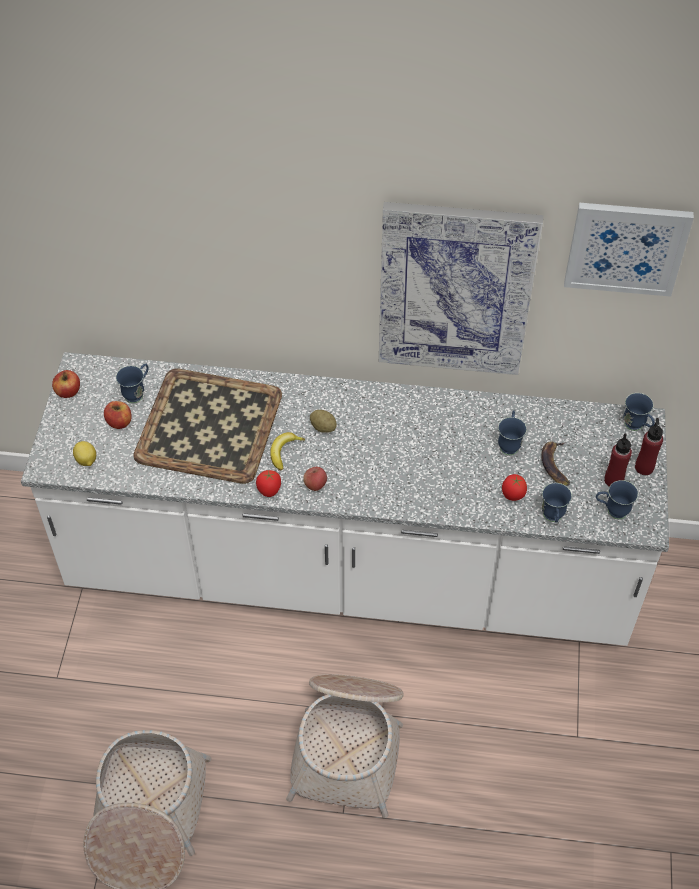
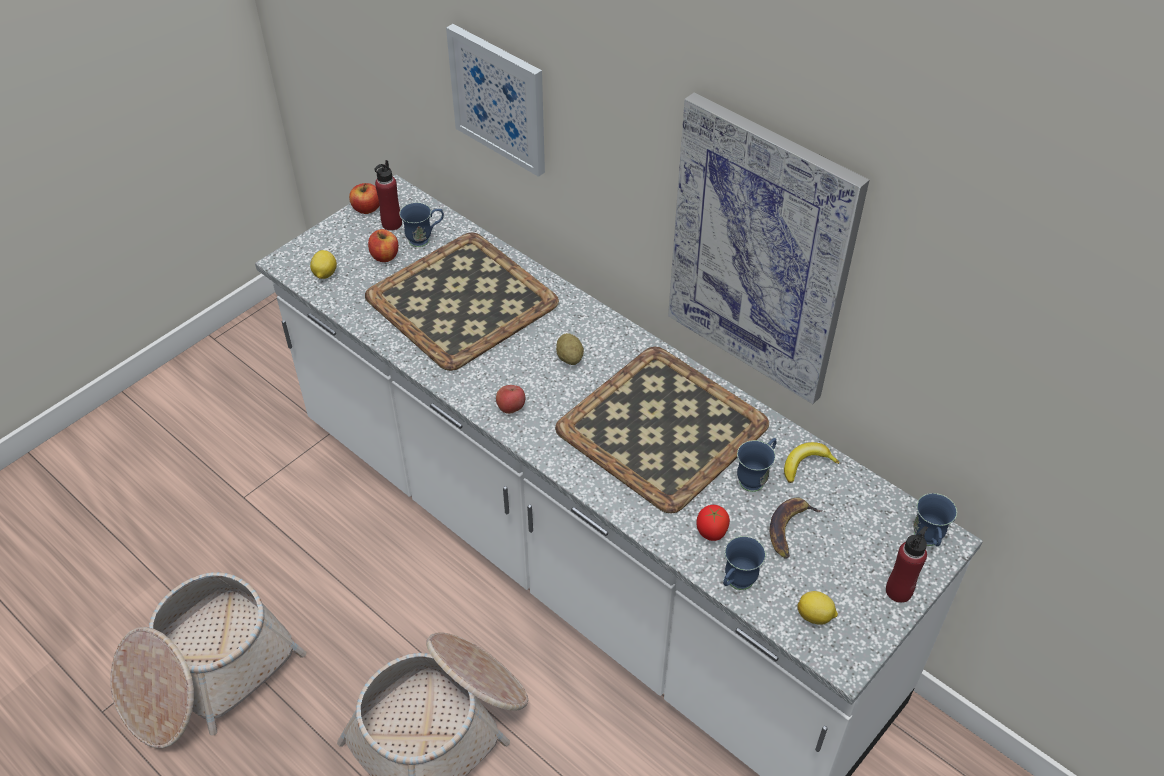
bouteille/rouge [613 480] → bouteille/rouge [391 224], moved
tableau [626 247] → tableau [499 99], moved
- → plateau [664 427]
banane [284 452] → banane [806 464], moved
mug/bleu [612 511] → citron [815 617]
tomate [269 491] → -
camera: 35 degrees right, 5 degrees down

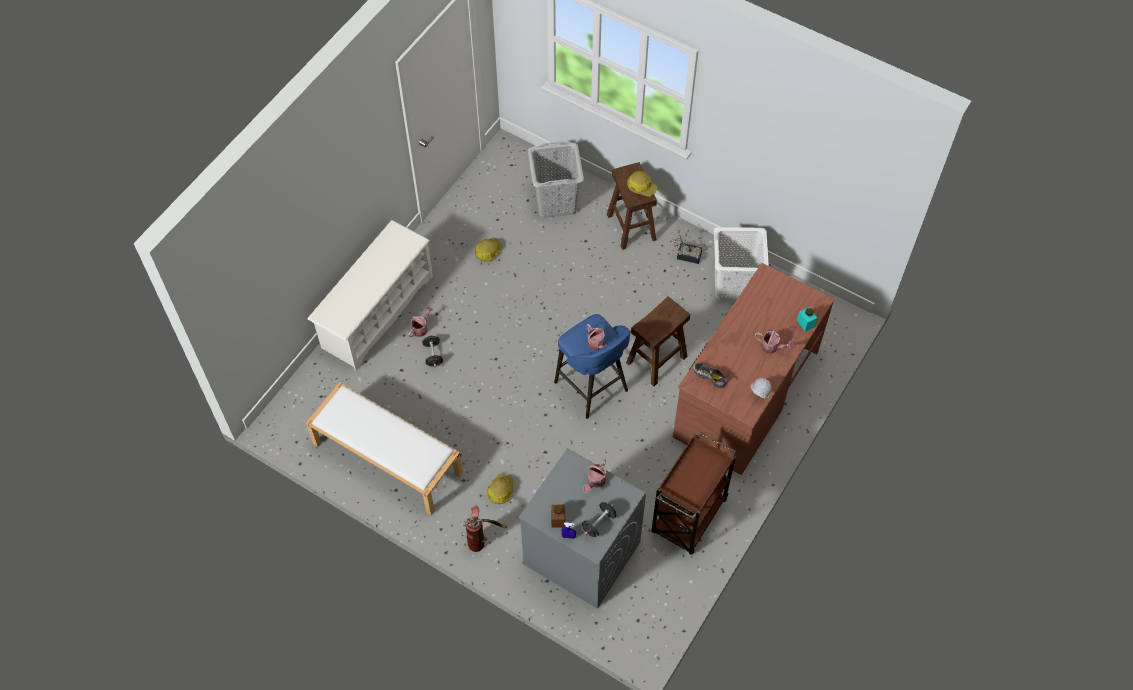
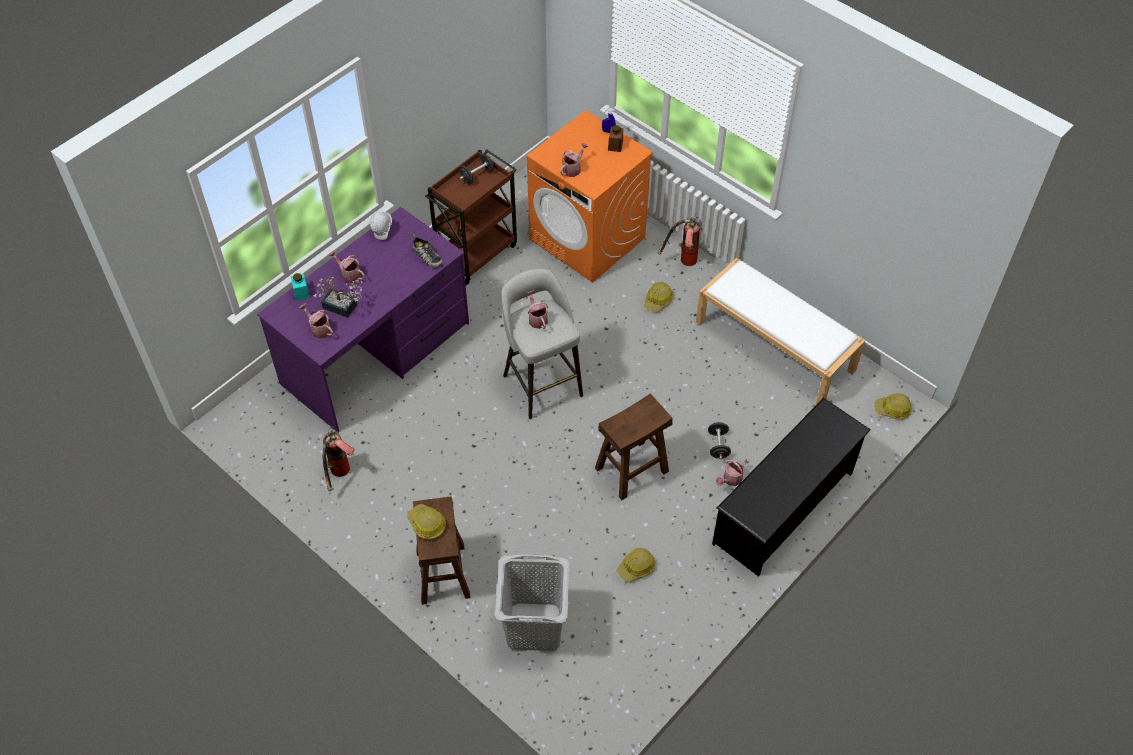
bureau/marron [745 394] → bureau/violet [377 353]
- → arrosoir [319 329]
plante en pot [686 254] → plante en pot [343 308], moved
panier à linge/blanc [734 285] → extincteur [340 475]
haltère/noir [599 523] → haltère/noir [477 176], moved
tabouret/bleu [592 388] → tabouret/gris [541 383]
lave-linge/gris [581 553] → lave-linge/orange [588 239]
tabouret/marron [656 359] → tabouret/marron [631 470], moved
étagère à chaussures/blanc [377 312] → étagère à chaussures/noir [784 508]
- → casque de chantier [893 409]
camera: 170 degrees left, 5 degrees down

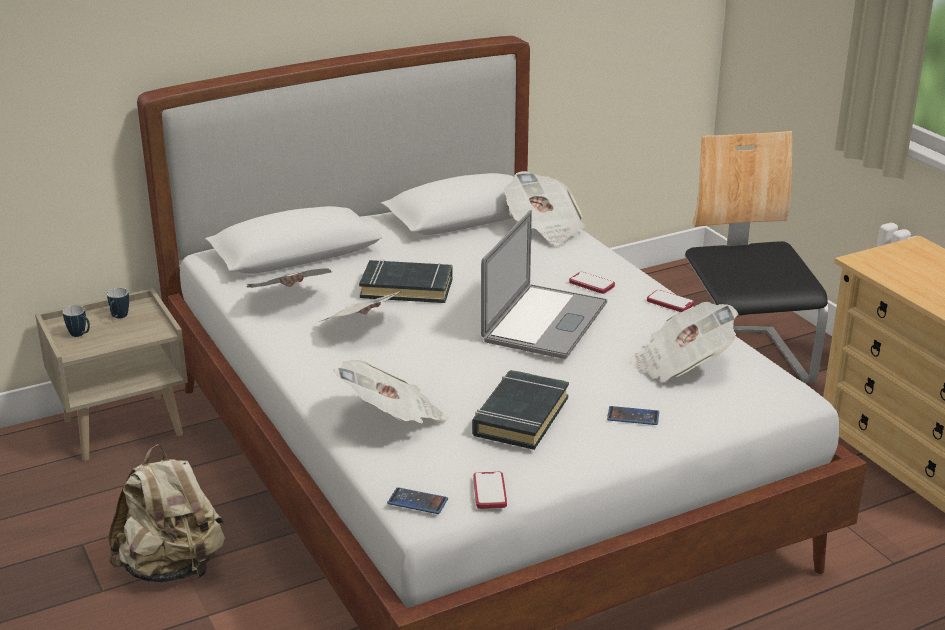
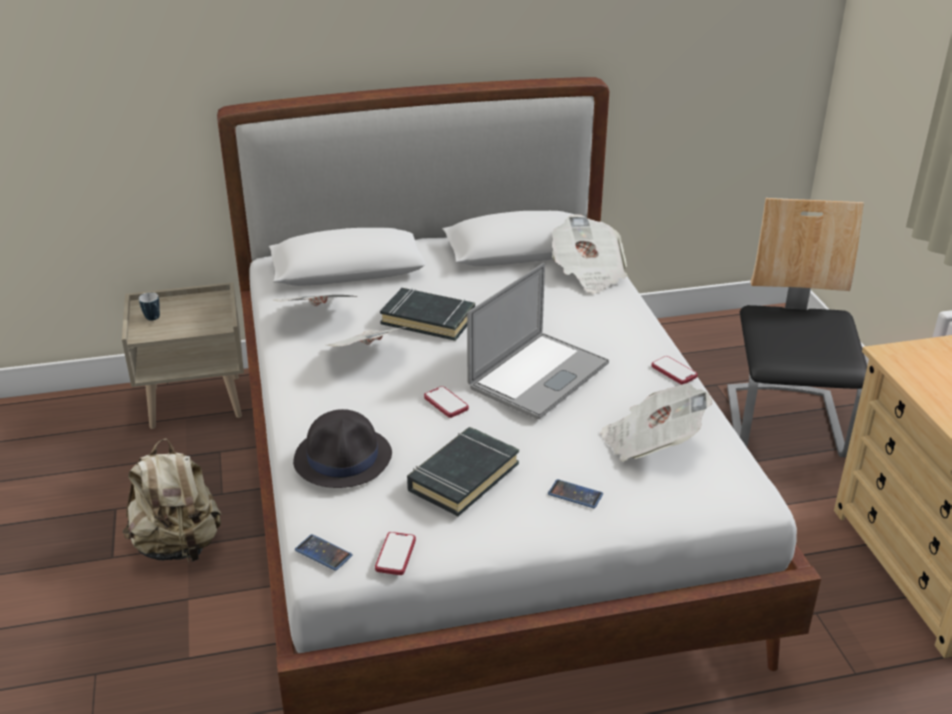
journal [393 418] → chapeau/noir [344 458]
téléphone [591 284] → téléphone [446 403], moved
mug [119 318] → -
camera: 15 degrees right, 5 degrees up

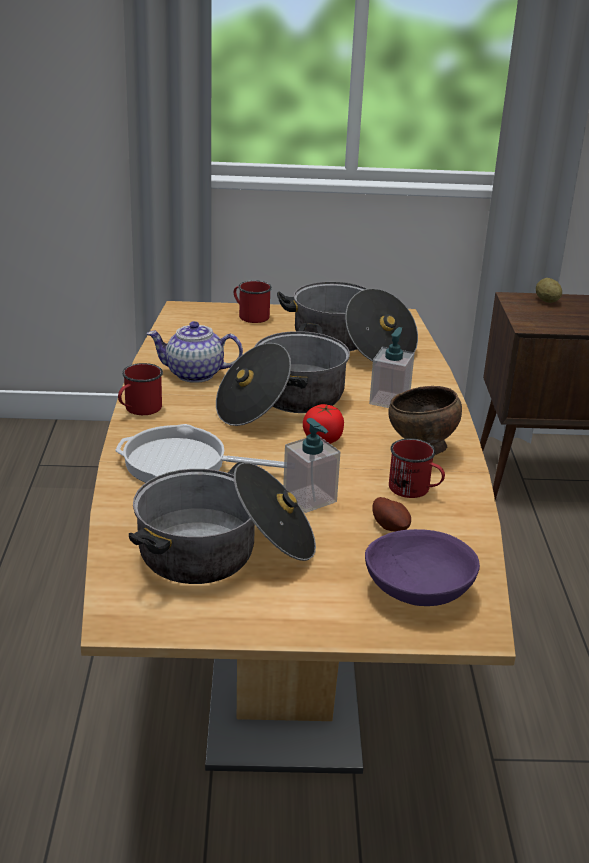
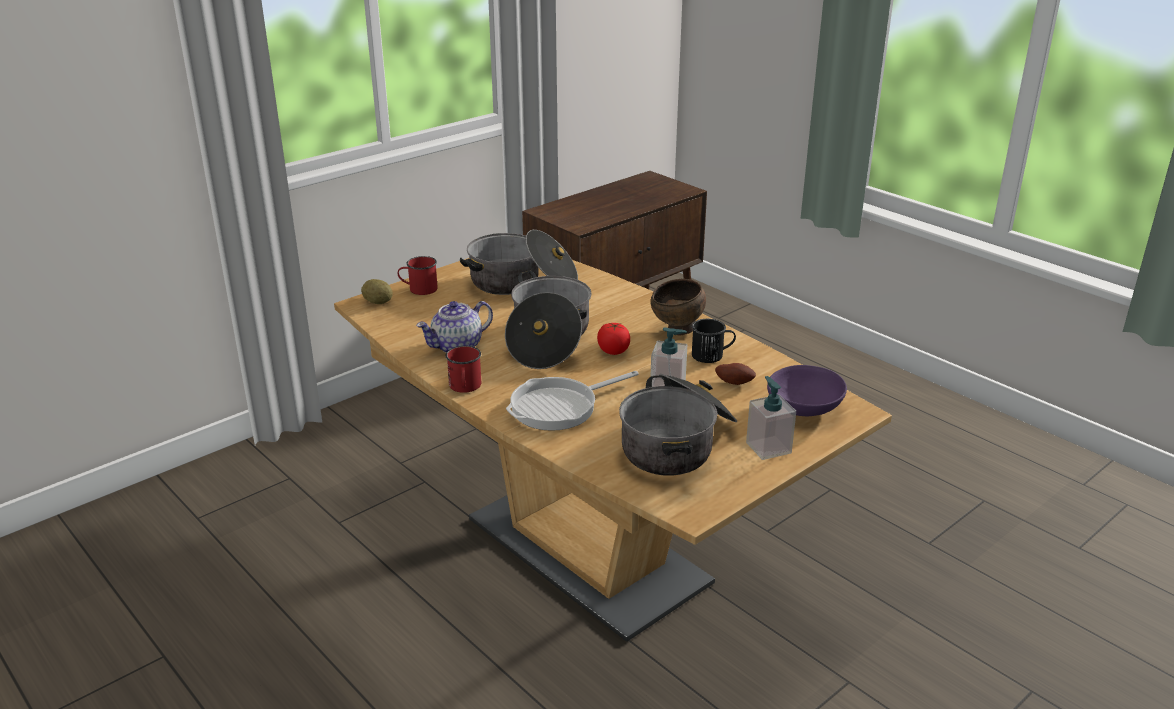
pomme de terre [547 301] → pomme de terre [378 302], moved
mug/rouge [415 490] → mug/noir [712 355]
distributeur de savon [389 400] → distributeur de savon [768 447], moved
camera: 40 degrees left, 0 degrees up

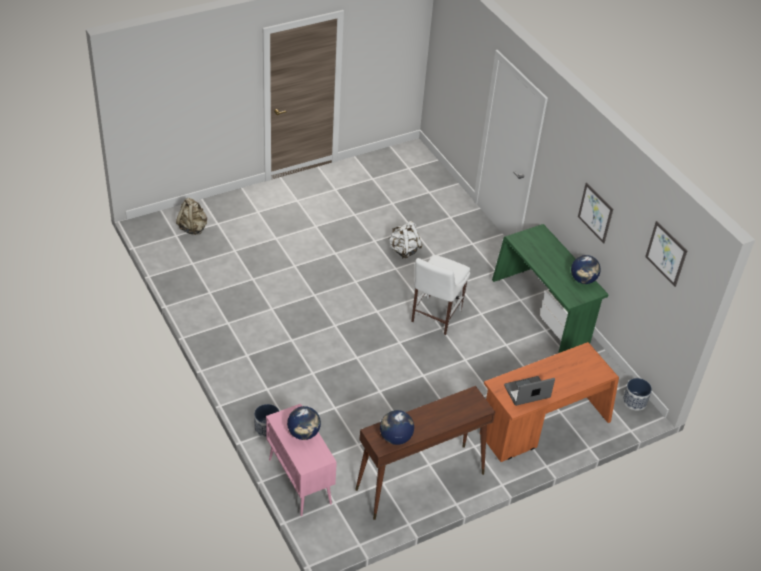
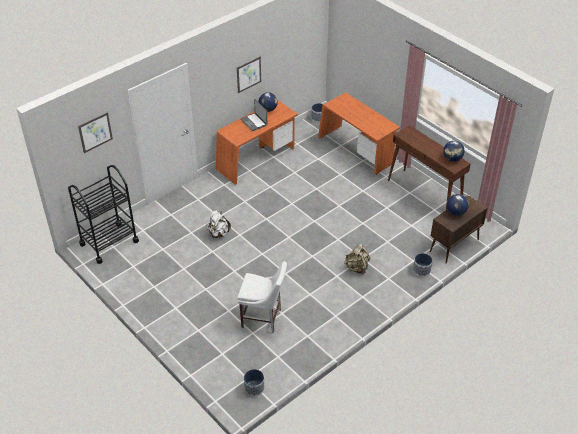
- → chariot/noir [109 242]
tableau [666 253] → tableau [95 132], moved
bureau/vert [542 311] → bureau/orange [257 160]
chaise/blanc [435 317] → chaise/blanc [263 319], moved
ordinateur portable [527 392] → ordinateur portable [254 122], moved
- → cache-pot [254 388]
sac à dos/beige [193 228] → sac à dos/beige [357 268], moved
meuble de rangement/rose [299 481] → meuble de rangement/marron [454 246]
camera: 100 degrees left, 0 degrees up

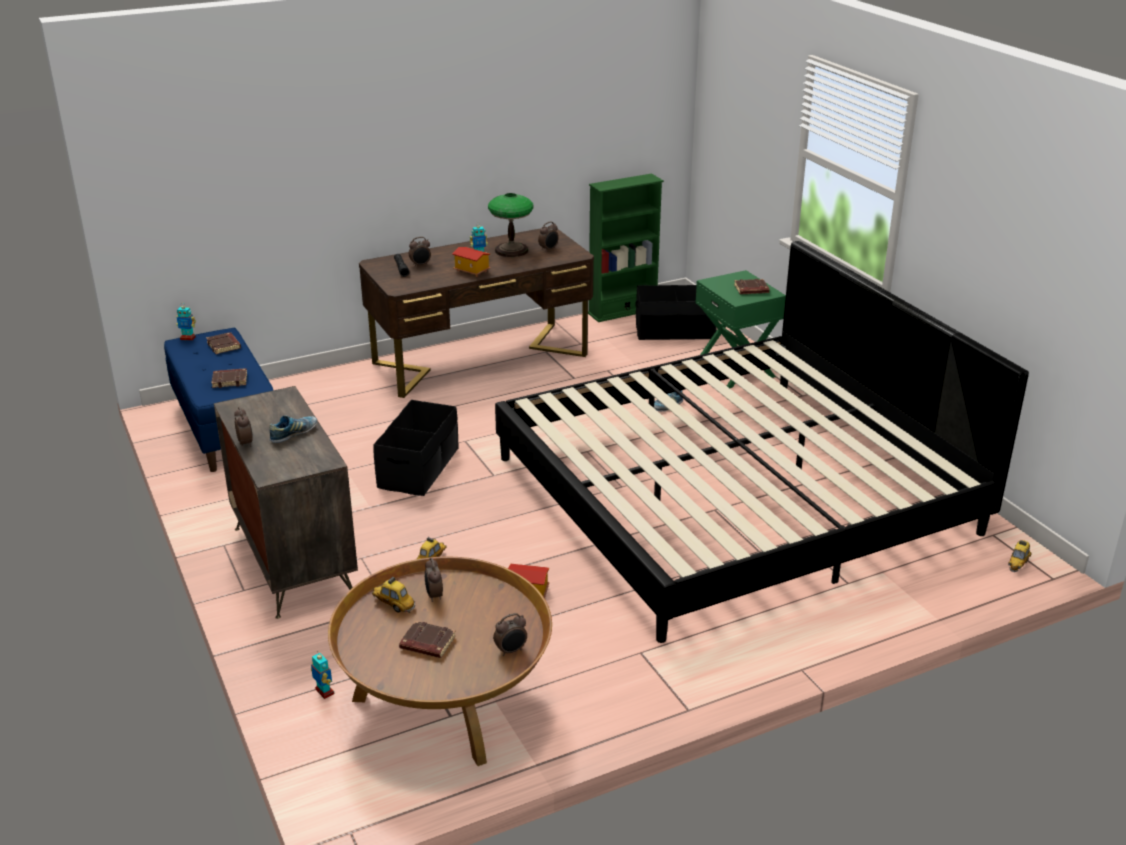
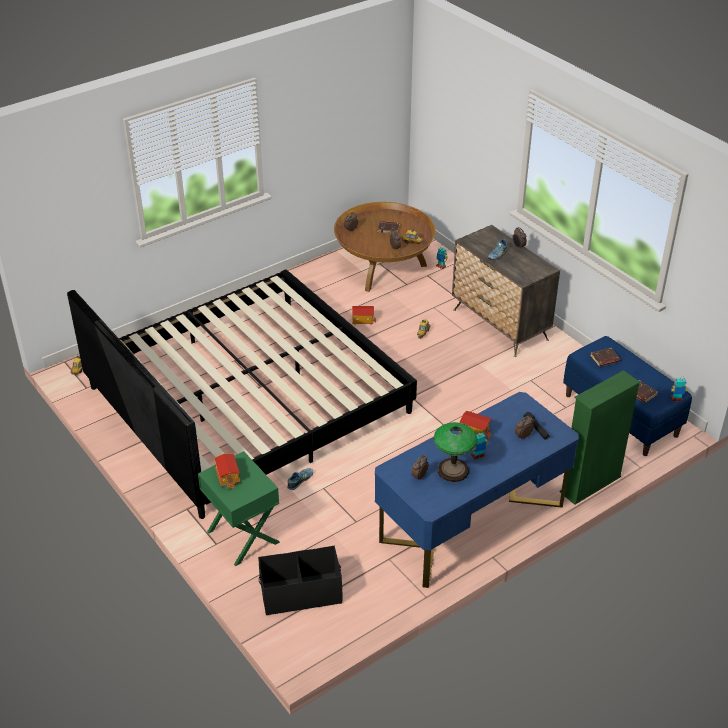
livre/marron [751 290] → maison miniature [228 477]
bureau/marron [480 359] → bureau/bleu [472 522]
bibliothèque/vert [622 311] → bibliothèque/vert [590 484], moved
boîte de rangement/noir [419 468] → -
camera: 170 degrees right, 10 degrees up

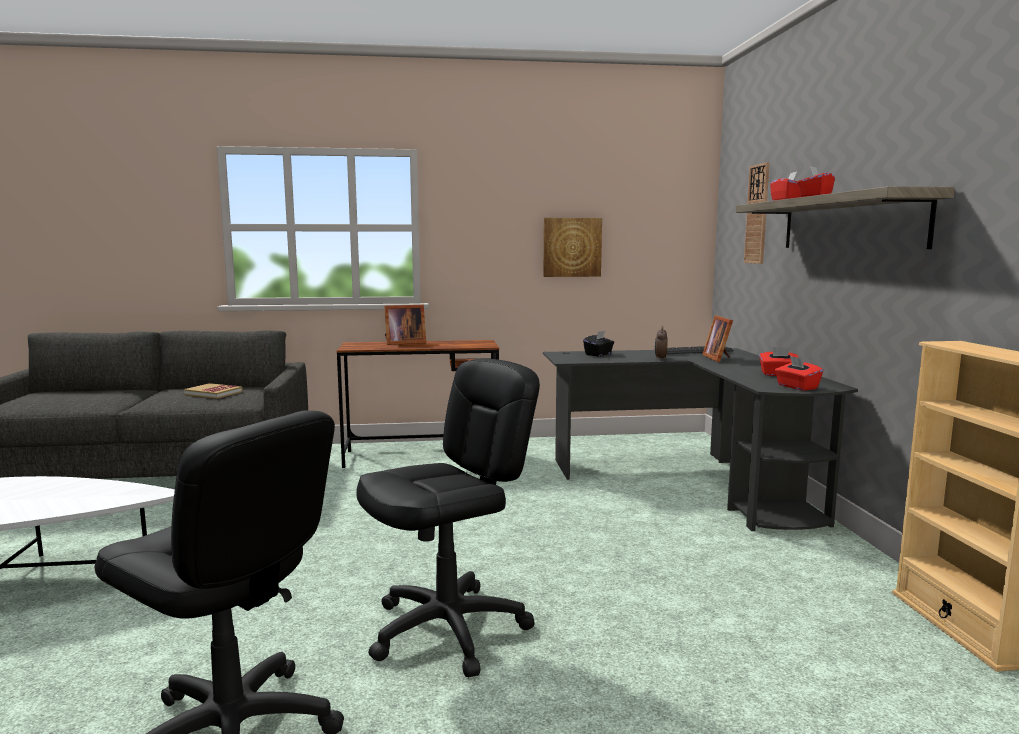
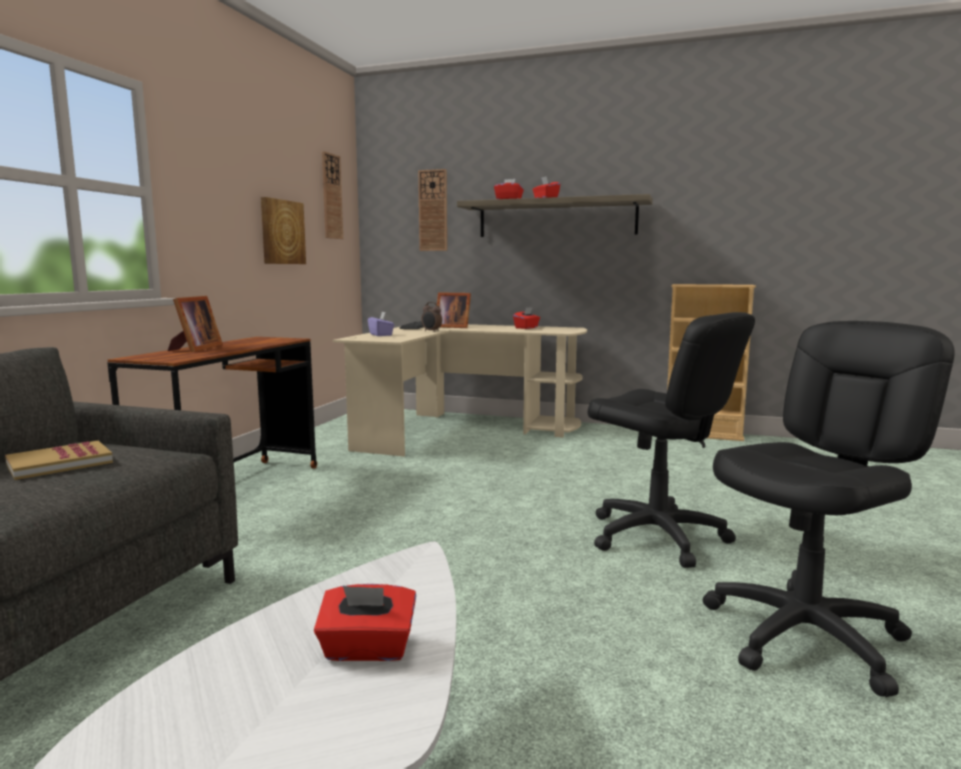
boîte à mouchoirs/rouge [797 387] → boîte à mouchoirs/rouge [367 649], moved
- → horloge murale [331 196]
bureau/noir [693 480] → bureau/beige [461 429]
boîte à mouchoirs/noir [598 354] → boîte à mouchoirs/violet [381 335]
chaise de bureau/noir [449 629] → chaise de bureau/noir [657 536], 150 degrees clockwise
camera: 65 degrees left, 0 degrees up

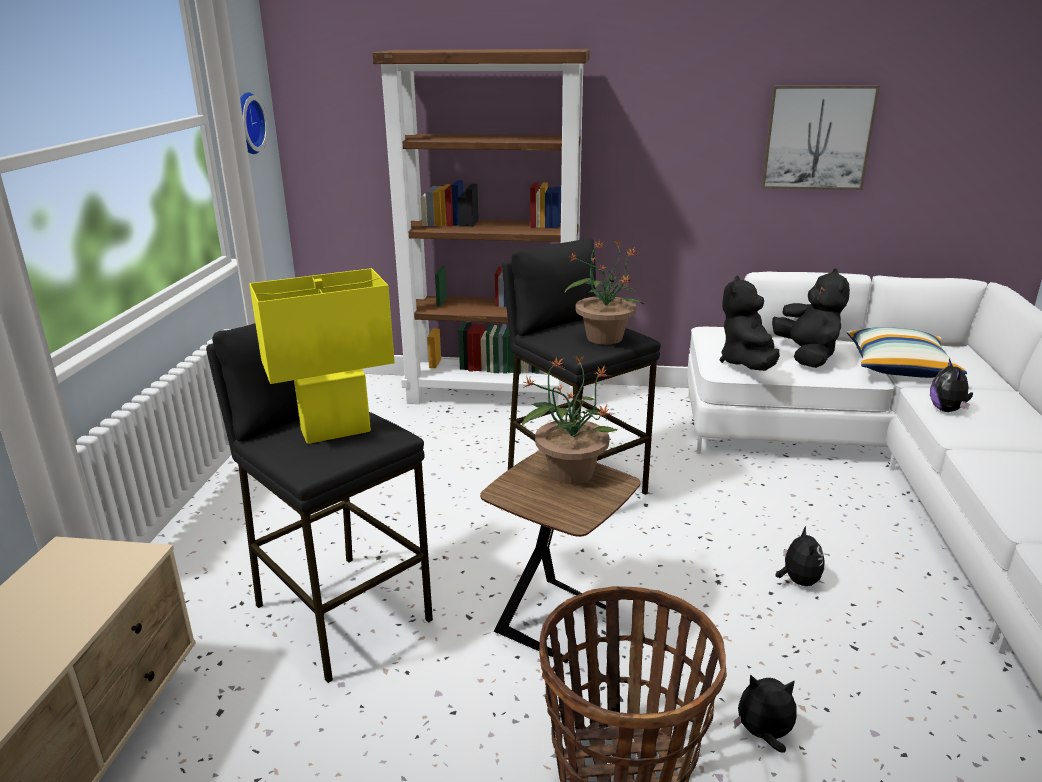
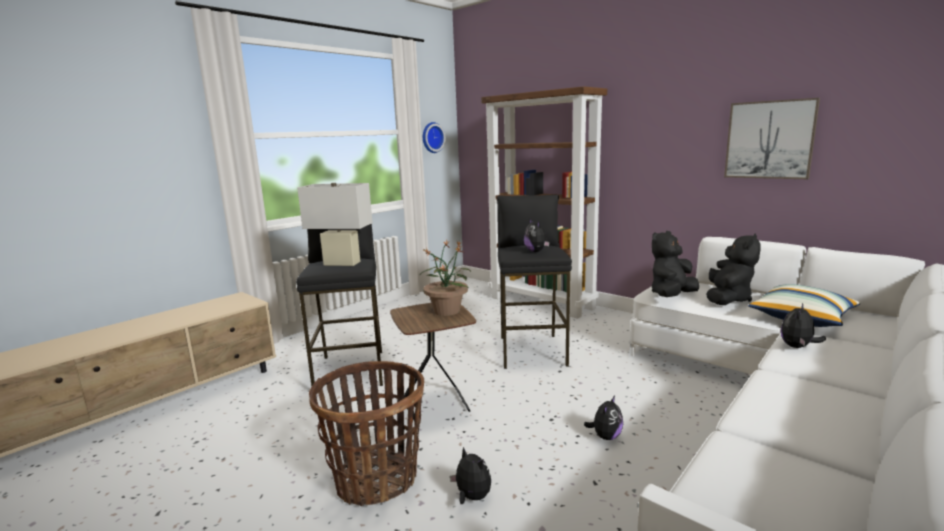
lampe de table/jaune [335 431] → lampe de table/blanc [342 263]
plante en pot [604 337] → peluche [536 251]
camera: 35 degrees right, 10 degrees down

